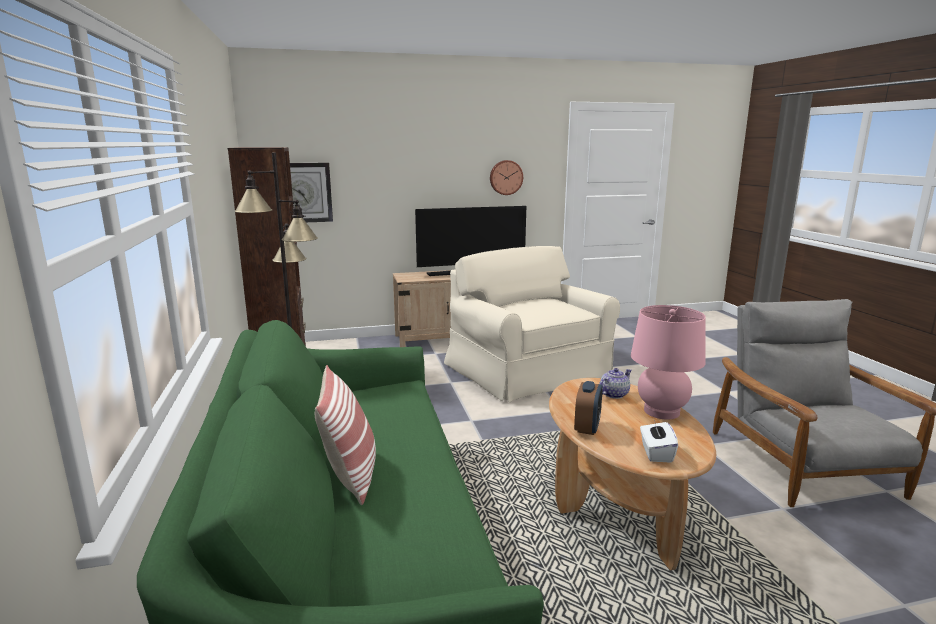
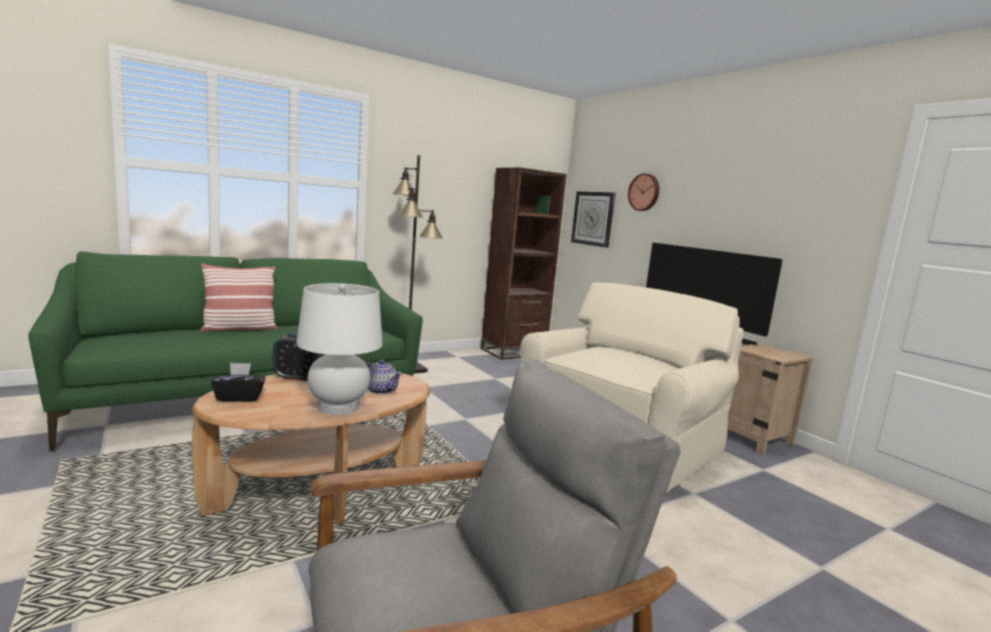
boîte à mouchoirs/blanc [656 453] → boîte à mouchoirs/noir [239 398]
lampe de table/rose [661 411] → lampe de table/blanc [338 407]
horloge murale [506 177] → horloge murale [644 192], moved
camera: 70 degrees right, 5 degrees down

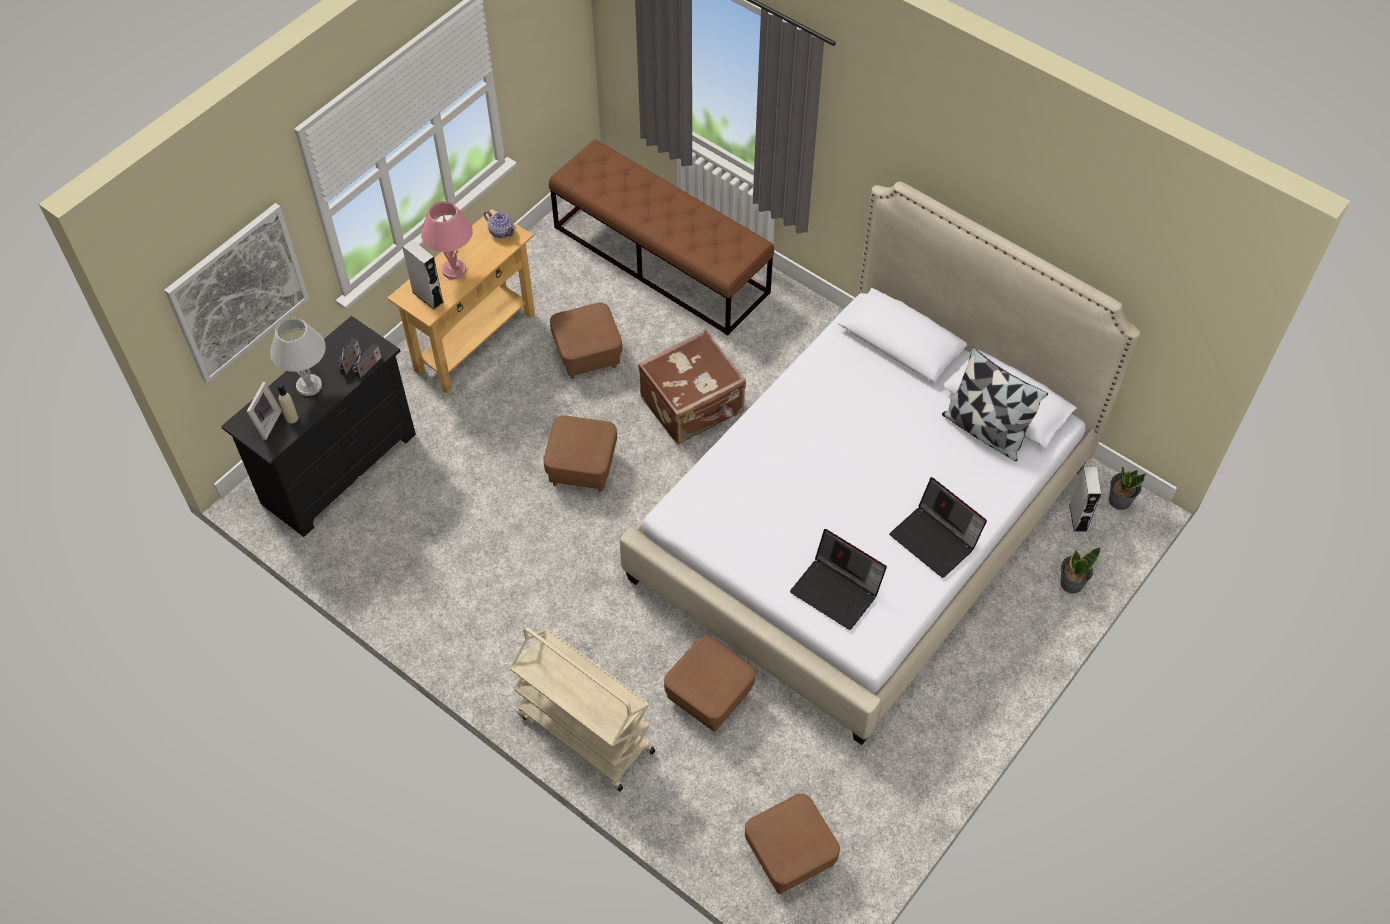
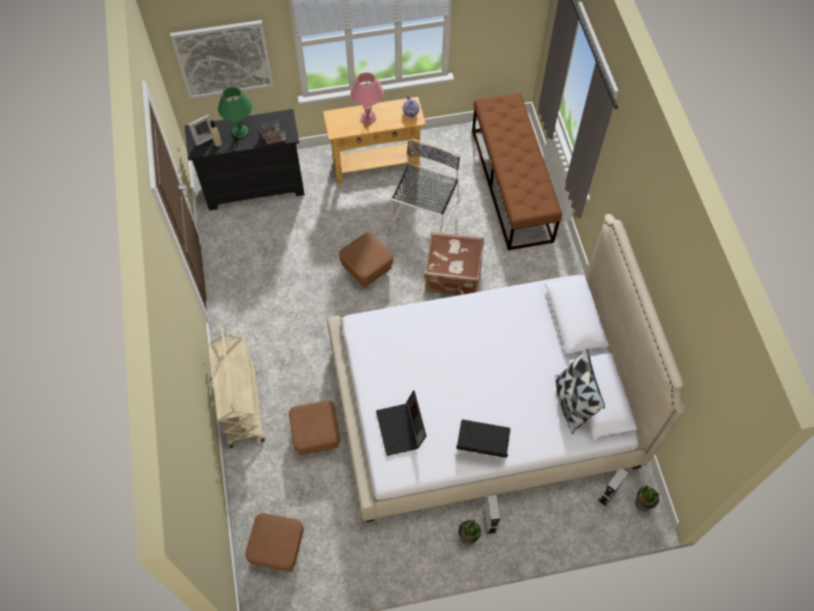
lampe de table/blanc [310 385] → lampe de table/vert [241 132]
pouf/marron [588 355] → chaise/noir [425 211]
ordinateur portable [936 540] → ordinateur portable [482 443], 105 degrees clockwise
plante en pot [1071 583] → plante en pot [468 536], moved
enceinte/gris [427 297] → enceinte/gris [489 521], moved
camera: 40 degrees right, 5 degrees up

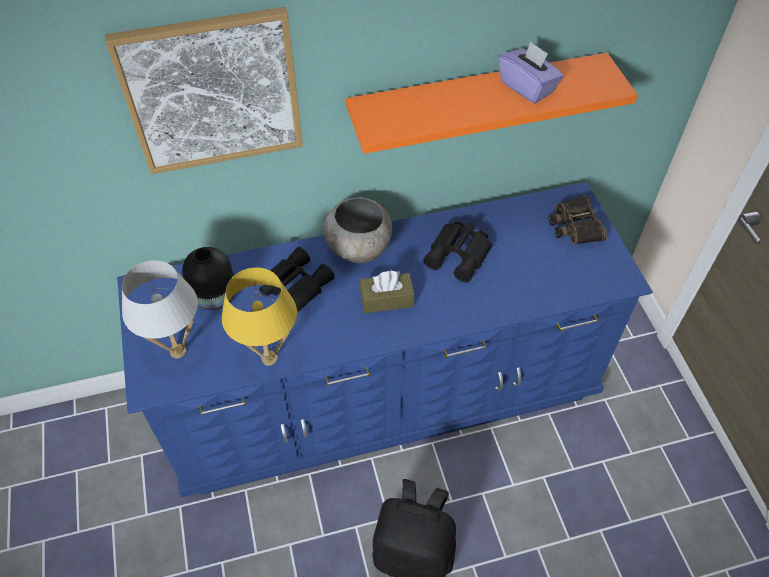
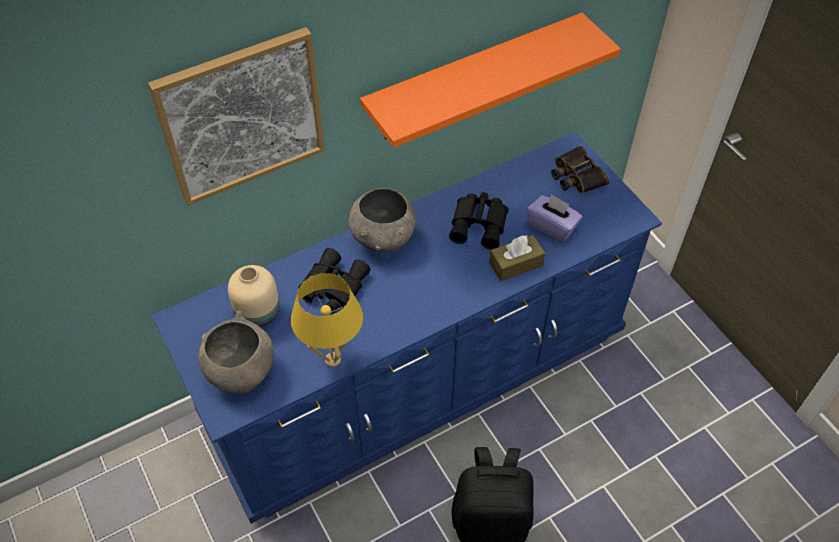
lampe de table/blanc [178 351] → bol/gris [241 373]
vase/noir [215 294] → vase/beige [257 311]
boîte à mouchoirs/marron [386 299] → boîte à mouchoirs/marron [516 264], moved
boîte à mouchoirs/violet [527 87] → boîte à mouchoirs/violet [552 227], moved
camera: 15 degrees left, 0 degrees up

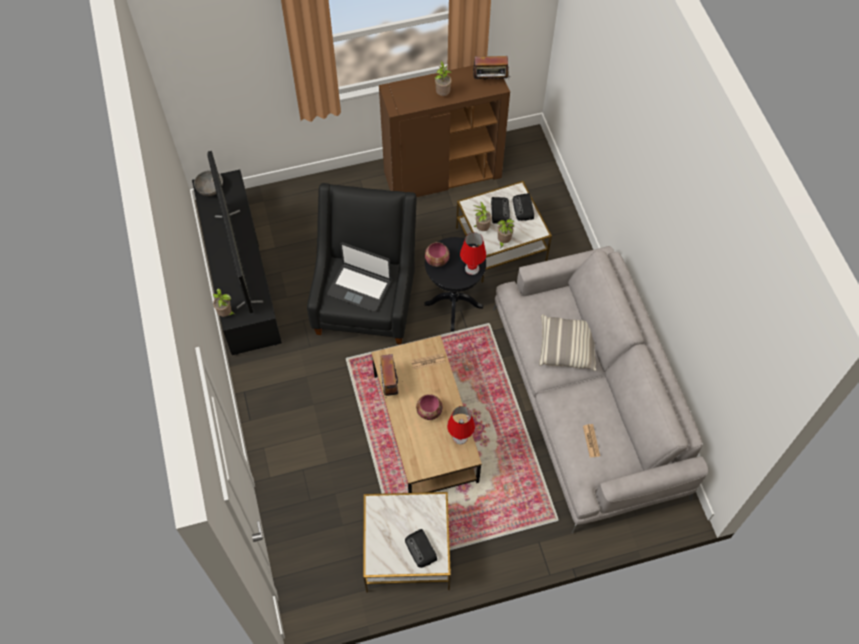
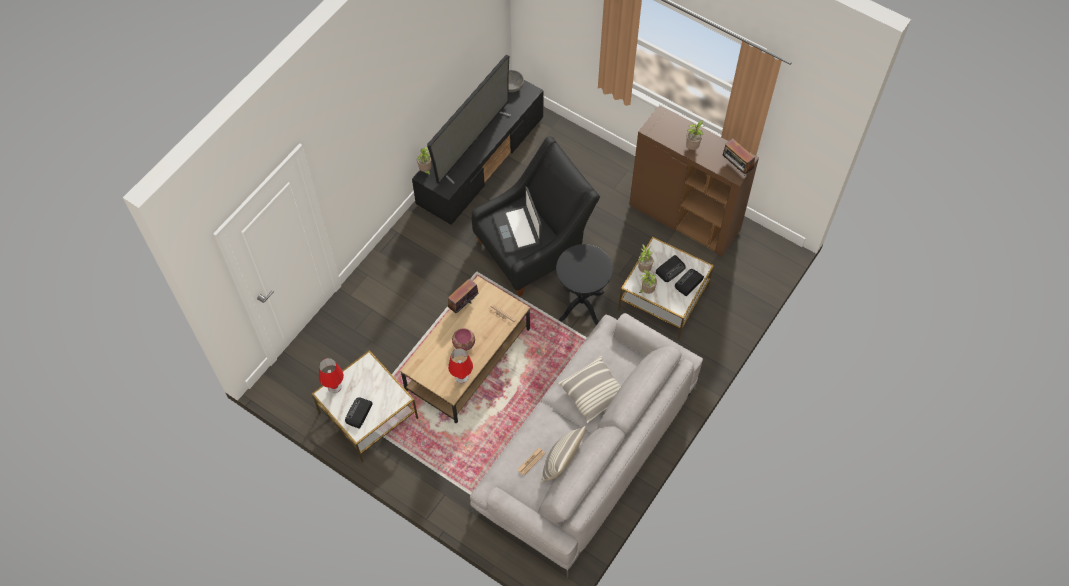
lampe de table/rouge [472 268] → lampe de table/rouge [334 386], moved
- → coussin [561 463]
bol [437 261] → -
camera: 50 degrees right, 0 degrees up

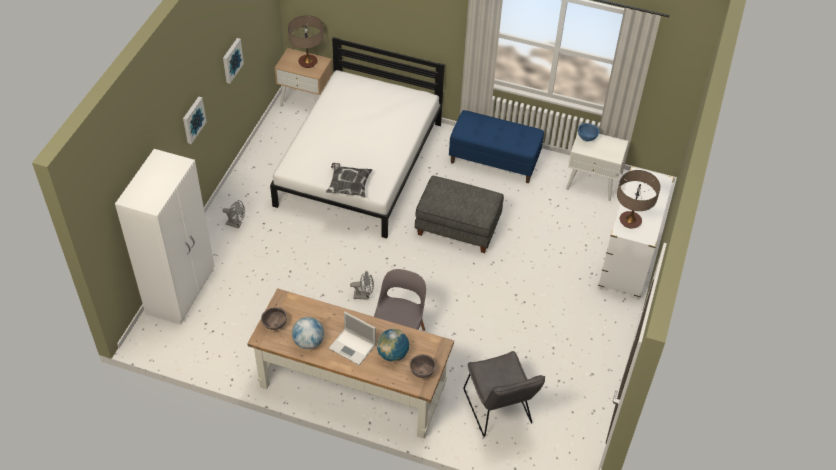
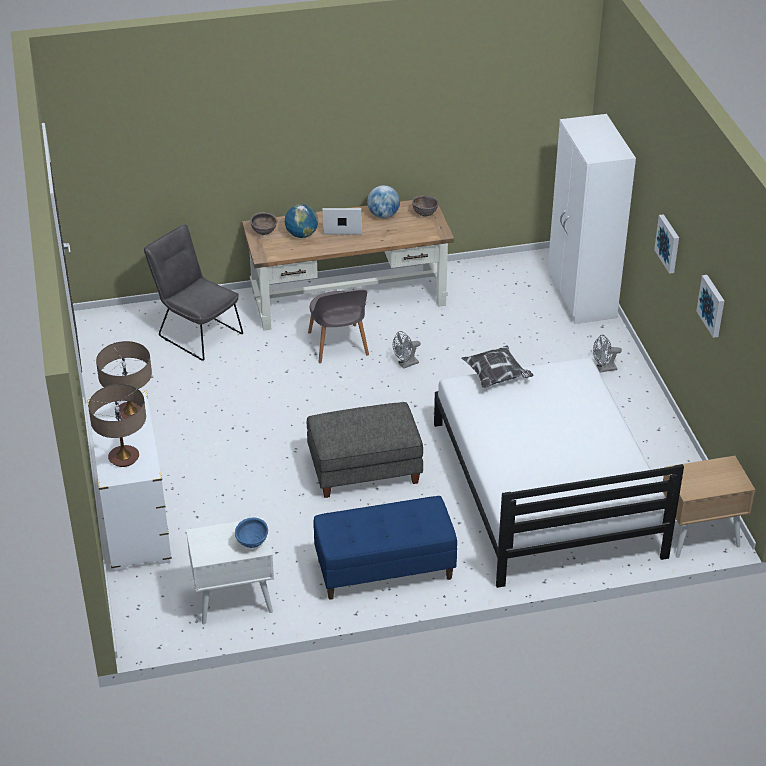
lampe de table [307 62] → lampe de table [124 458], moved
camera: 150 degrees right, 10 degrees down

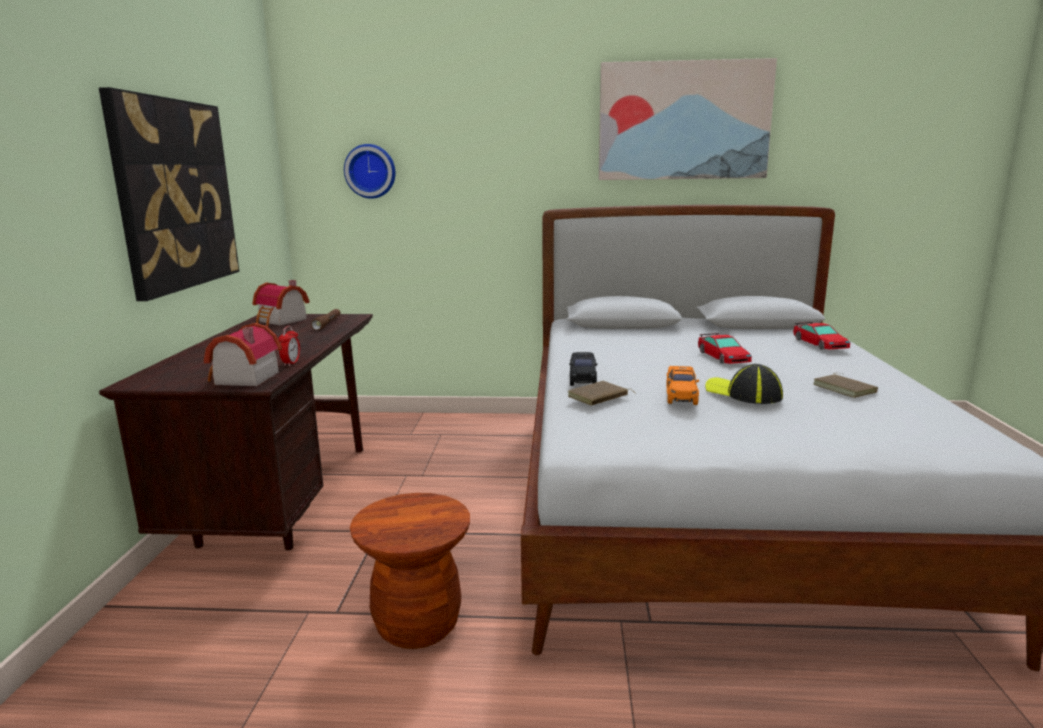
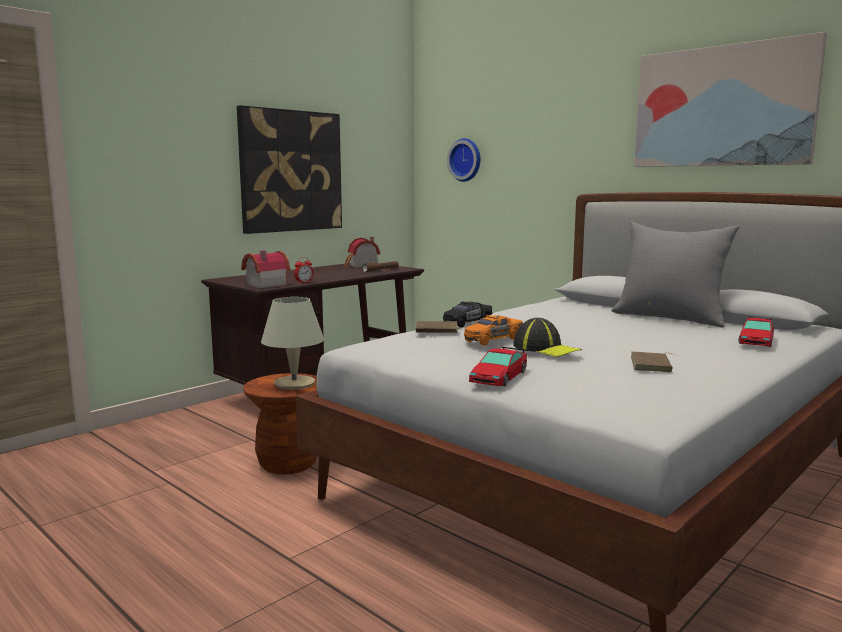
- → lampe de table/beige [294 383]
petite voiture [722 357] → petite voiture [498 377], moved
casquette [743 393] → casquette [546 349], 135 degrees clockwise
- → coussin/gris [670 317]
camera: 40 degrees right, 5 degrees down

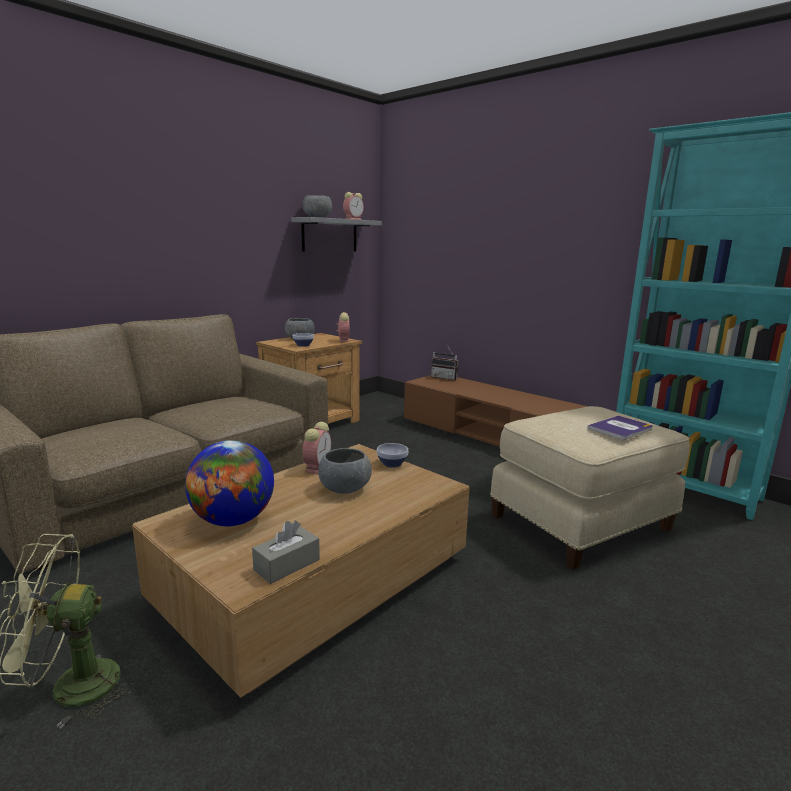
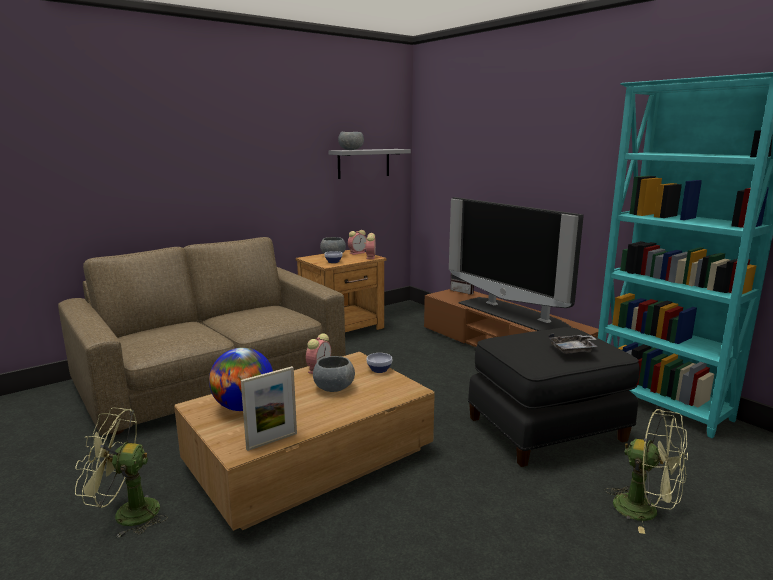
boîte à mouchoirs/gris [287 565] → cadre photo [272 441]
réveil [353 219] → réveil [357 253], moved
- → téléviseur [513 314]
pouf/beige [582 524] → pouf/noir [547 430]
livre [620 428] → plateau/gris [573 350]
- → ventilateur/vert [645 511]
camera: 10 degrees right, 0 degrees up

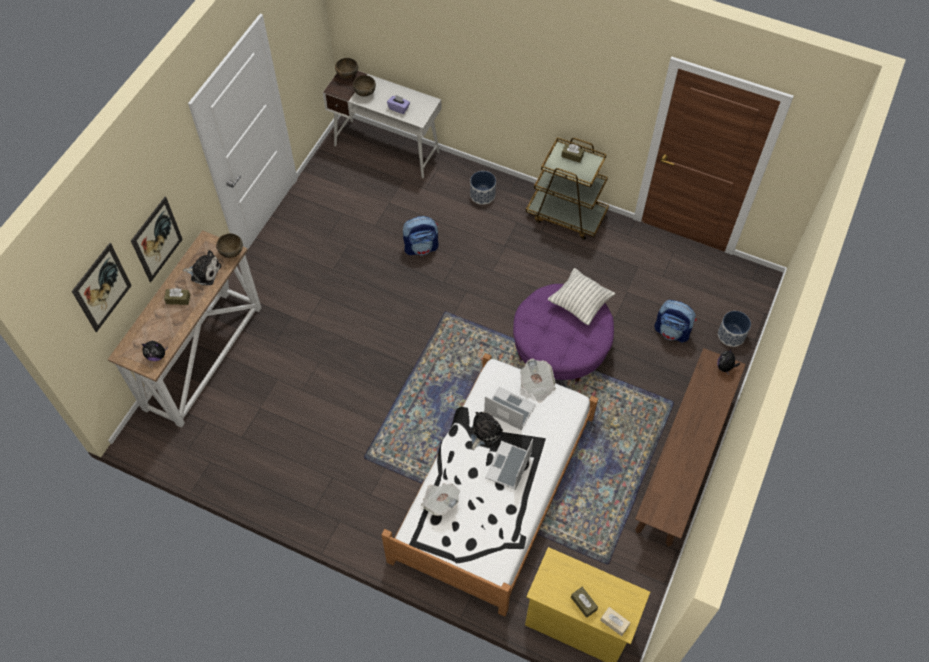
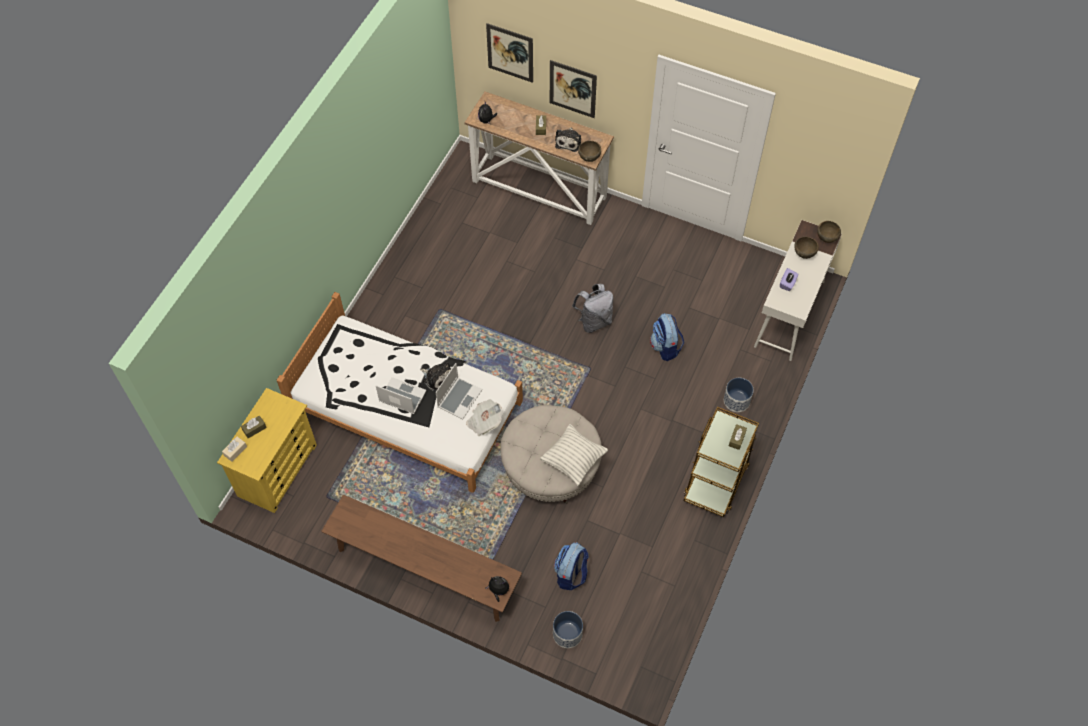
pouf/violet [560 348] → pouf/beige [550 467]
- → sac à dos/gris [594 321]
journal [440 501] → -
camera: 90 degrees right, 0 degrees up

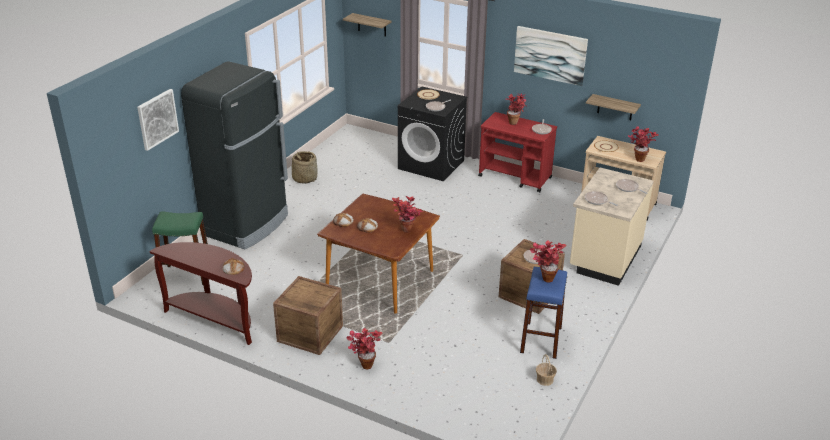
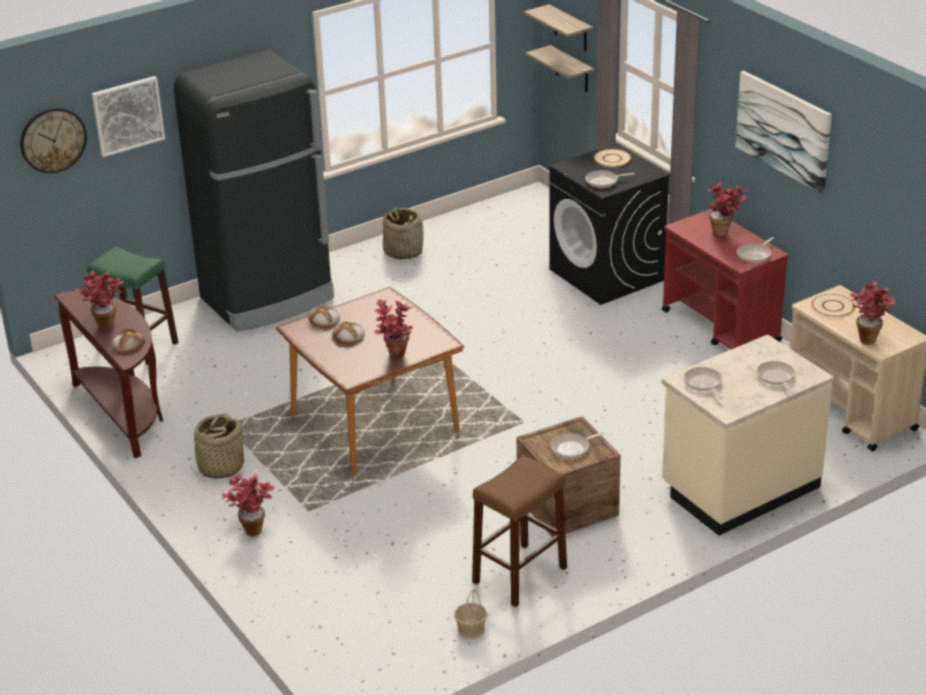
- → horloge murale [53 140]
plante en pot [544 277] → plante en pot [105 324], moved
caisse [310 333] → panier [220 467]
tabouret/bleu [541 340] → tabouret/marron [519 575]
étagère [615 107] → étagère [572 69], moved
camera: 30 degrees right, 0 degrees up

